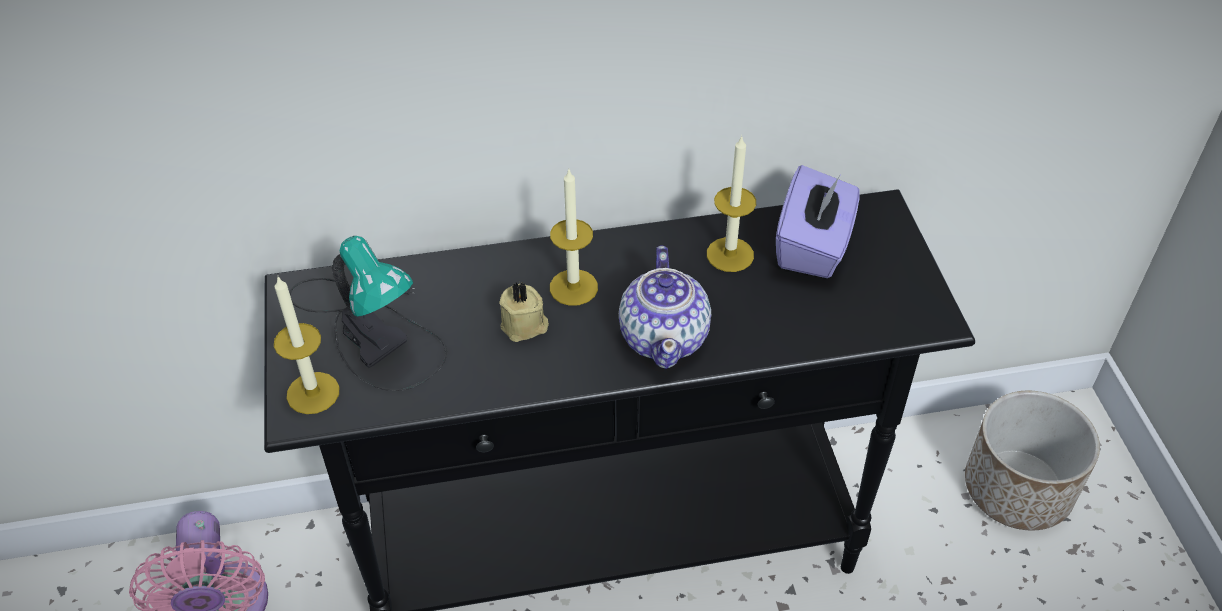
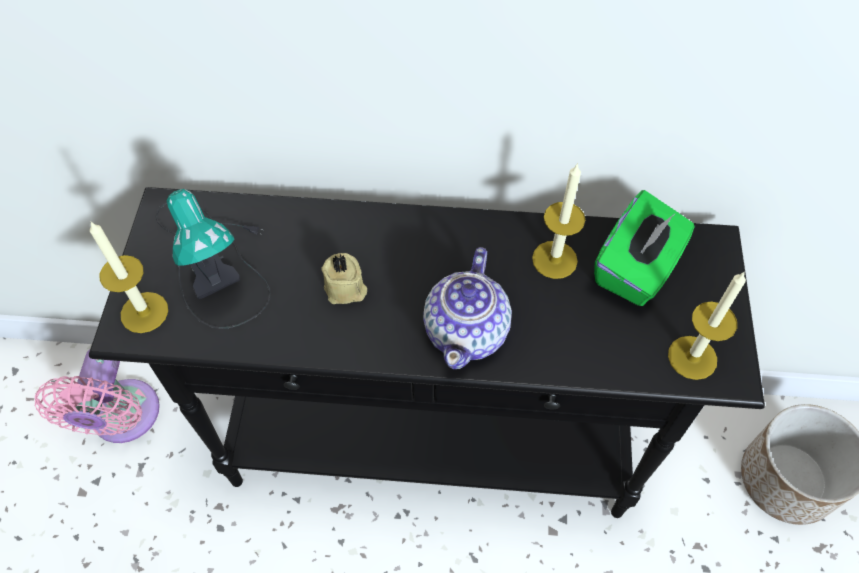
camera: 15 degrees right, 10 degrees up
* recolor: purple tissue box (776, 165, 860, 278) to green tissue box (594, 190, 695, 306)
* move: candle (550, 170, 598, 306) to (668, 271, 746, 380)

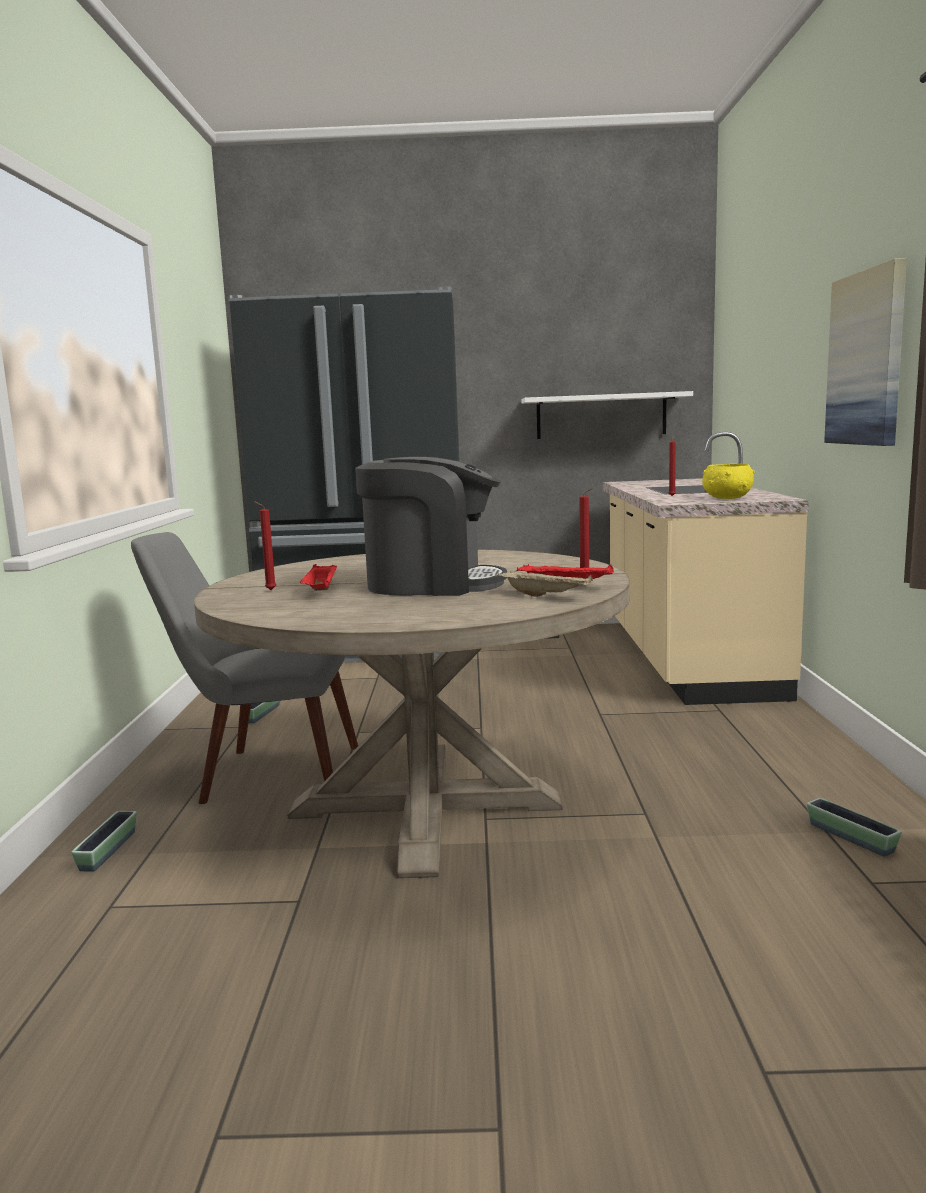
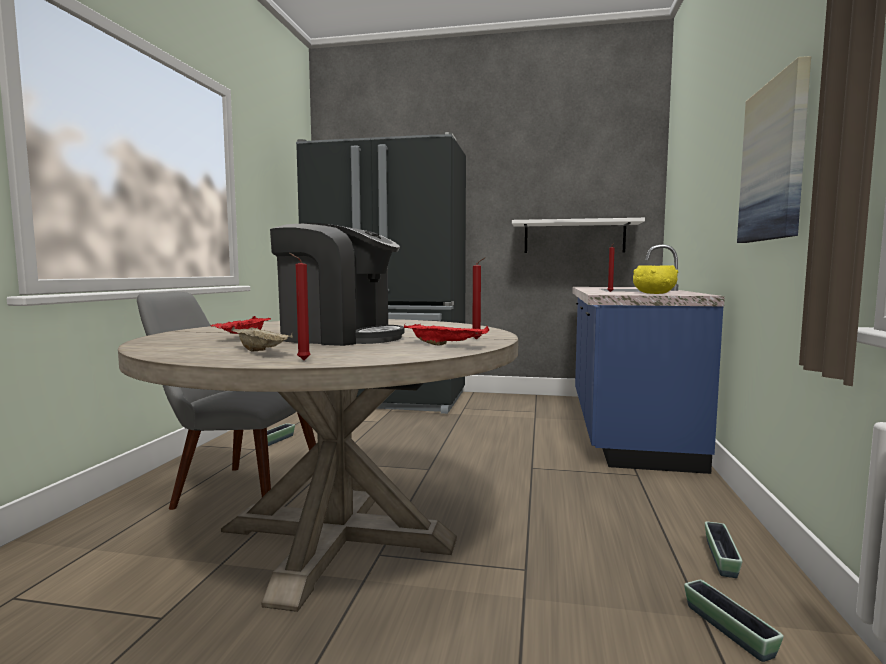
camera: 10 degrees right, 5 degrees down
* recolor: beige counter (603, 432, 809, 705) to blue counter (572, 245, 725, 474)
* move: red candle (254, 501, 276, 590) to (289, 253, 311, 360)
* move: beige tray (498, 570, 593, 597) to (231, 327, 293, 352)
* move: planter (71, 811, 137, 872) to (705, 521, 742, 578)

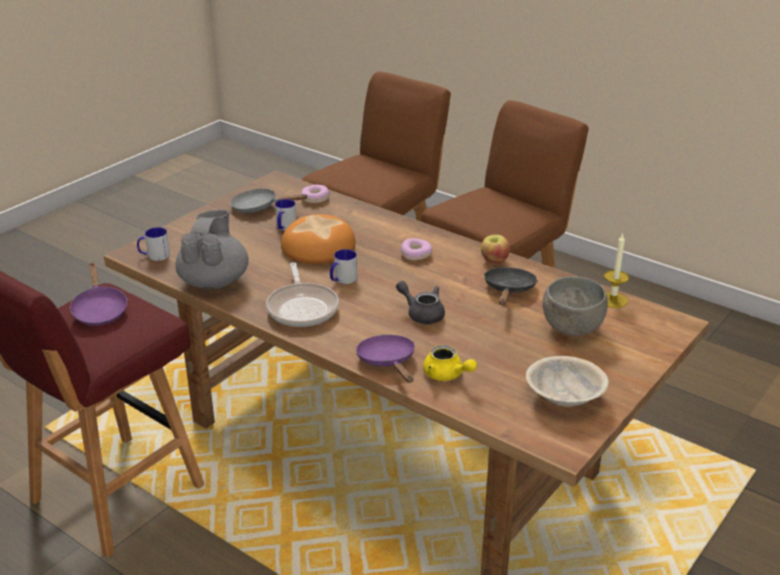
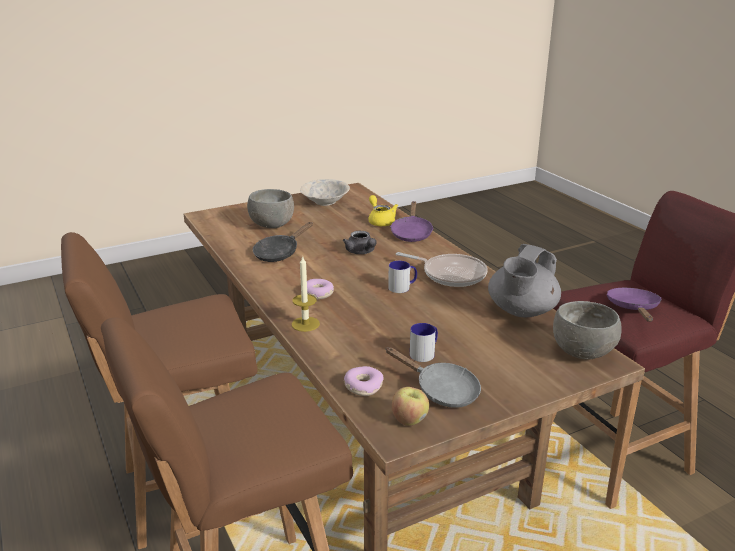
camera: 155 degrees left, 5 degrees down
* delete: bread (281, 214, 356, 264)
* replace: mug (137, 227, 170, 261) to grey bowl (553, 301, 622, 359)
* move: candle (604, 233, 629, 308) to (292, 255, 320, 332)
* move: apple (481, 235, 510, 264) to (392, 387, 429, 426)
* rotate: frying pan (266, 262, 339, 327) = (396, 252, 488, 287) 105 degrees clockwise

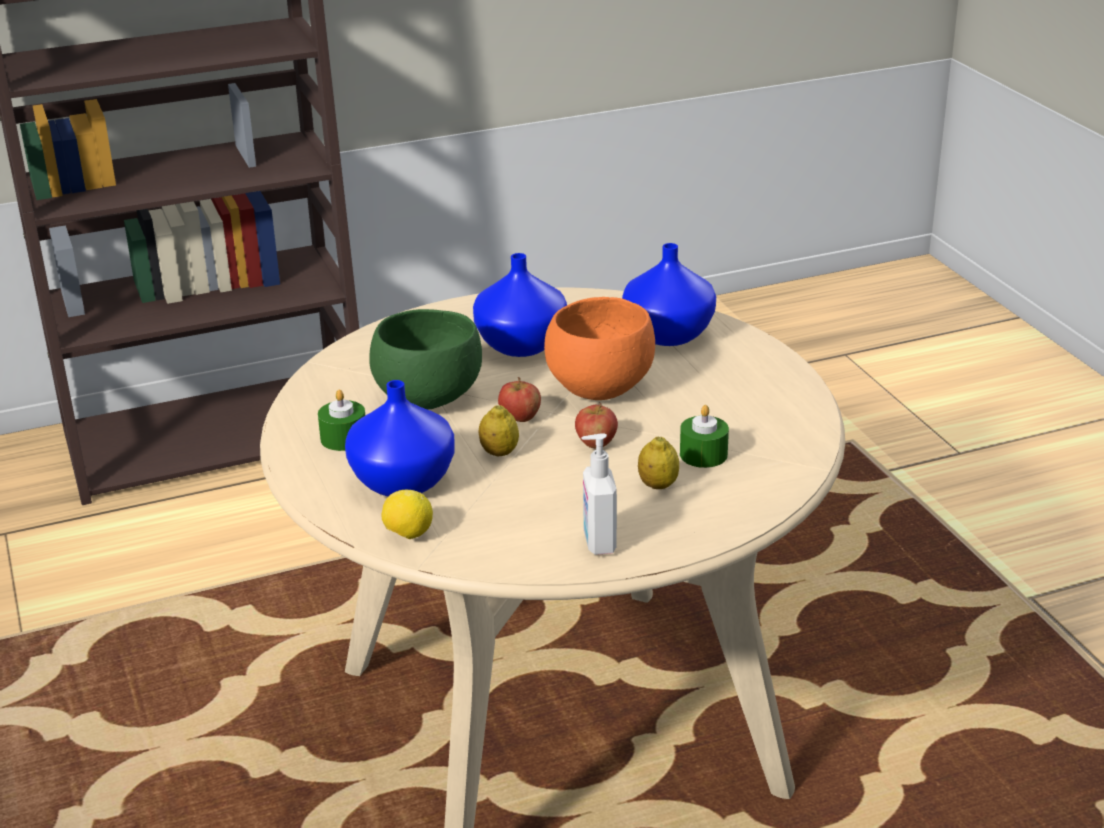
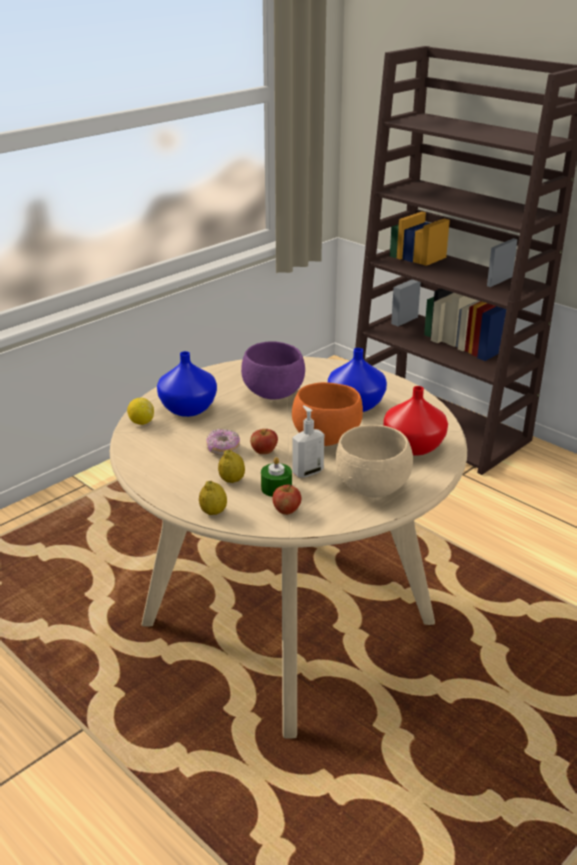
camera: 65 degrees right, 0 degrees up
* recolor: blue vase (622, 243, 716, 346) to red vase (383, 386, 448, 456)
* recolor: green bowl (369, 309, 482, 410) to purple bowl (241, 341, 305, 400)
* move: apple (498, 377, 541, 422) to (272, 485, 301, 515)
* delete: green candle (318, 390, 365, 451)
* move: lemon (478, 405, 519, 456) to (199, 481, 227, 515)
* move: soap dispenser (581, 433, 617, 555) to (293, 405, 324, 478)
* insert: beige bowl (336, 425, 413, 498)
* insert: donut (206, 429, 240, 456)

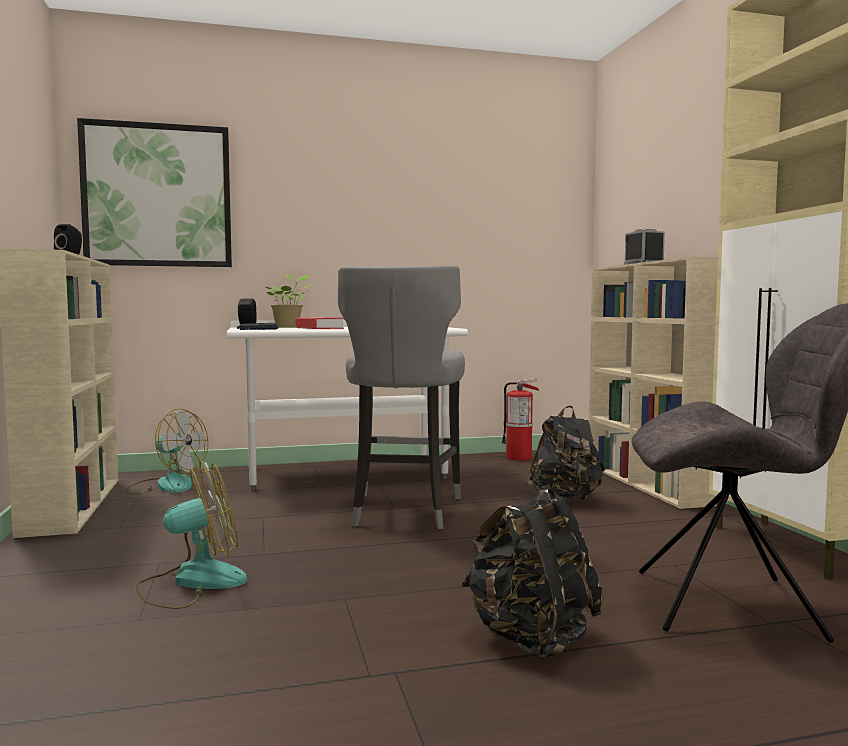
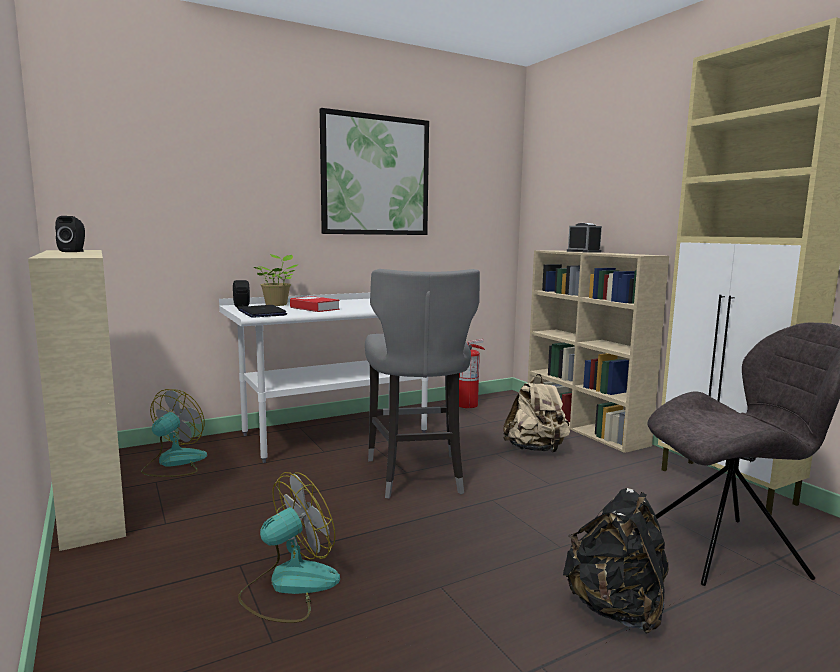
camera: 15 degrees left, 5 degrees up
* move: picture (77, 118, 232, 267) to (320, 108, 429, 235)
* recolor: black backpack (526, 406, 605, 501) to beige backpack (503, 374, 570, 453)
* rotate: fan (126, 409, 208, 494) = (141, 389, 207, 477) 75 degrees counterclockwise

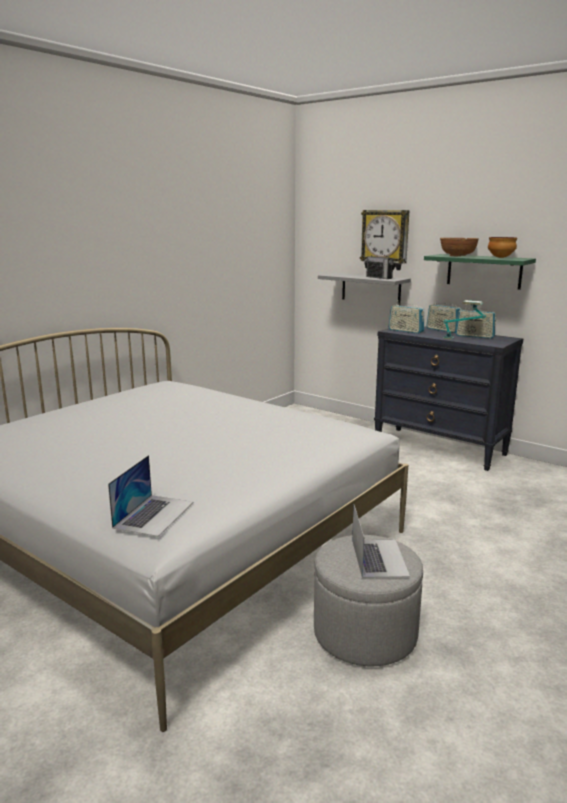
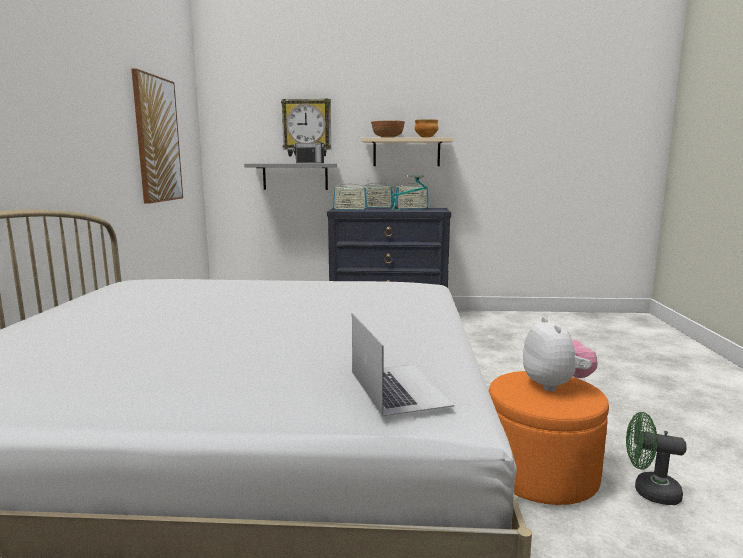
camera: 35 degrees left, 5 degrees down
* recolor: green shelf (424, 254, 536, 290) to beige shelf (361, 137, 454, 166)
* replace: laptop (352, 505, 410, 578) to plush toy (523, 317, 598, 391)
* recolor: grey ottoman (314, 535, 423, 666) to orange ottoman (489, 371, 609, 505)
* insert: picture (131, 69, 183, 204)
* insert: green fan (626, 412, 687, 505)

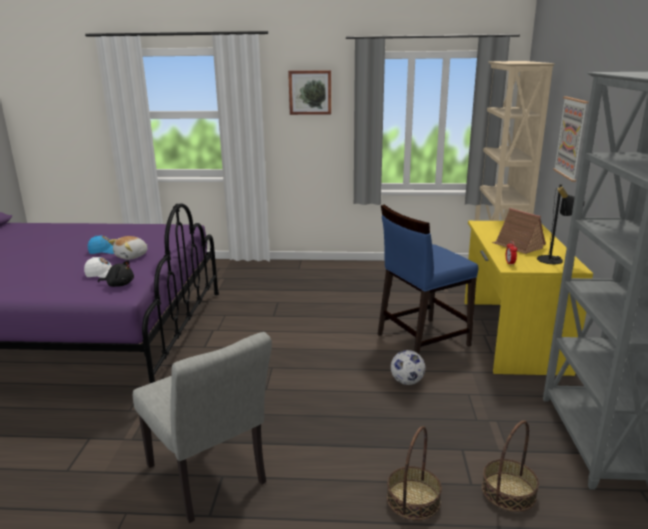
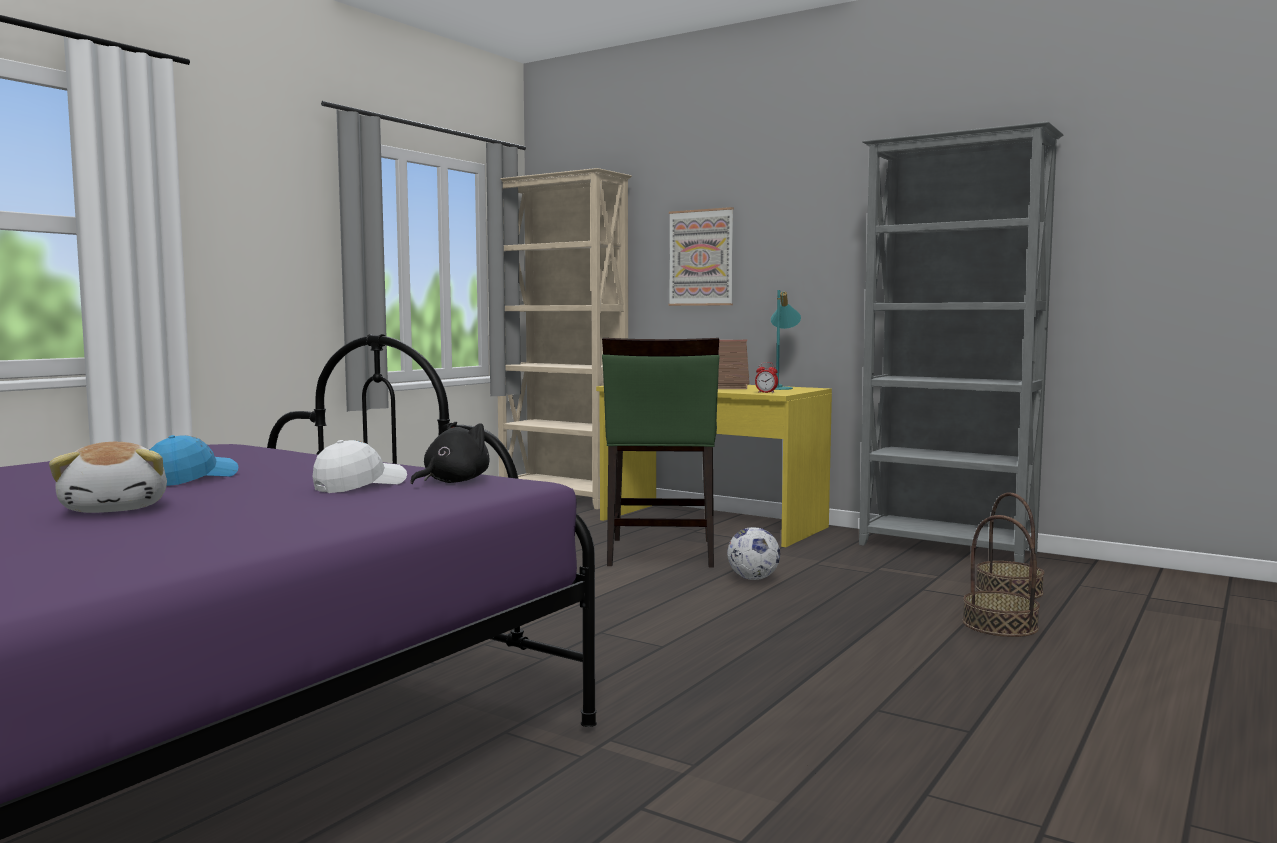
camera: 60 degrees left, 15 degrees down
* delete: picture (288, 70, 331, 115)
* recolor: black table lamp (537, 184, 585, 264) to turquoise table lamp (771, 290, 801, 390)
* recolor: blue chair (378, 204, 478, 354) to green chair (602, 338, 719, 567)
* move: plush toy (108, 236, 148, 260) to (49, 442, 167, 513)
* delete: grey chair (133, 332, 272, 523)

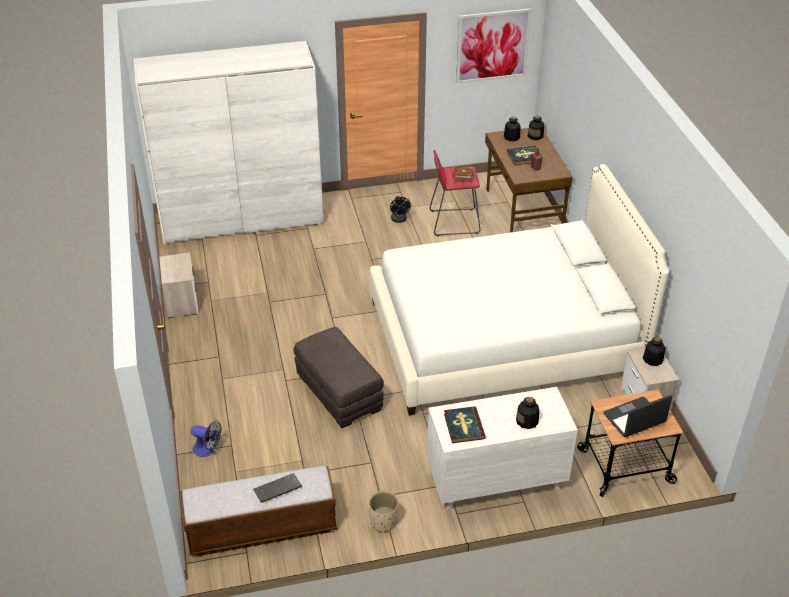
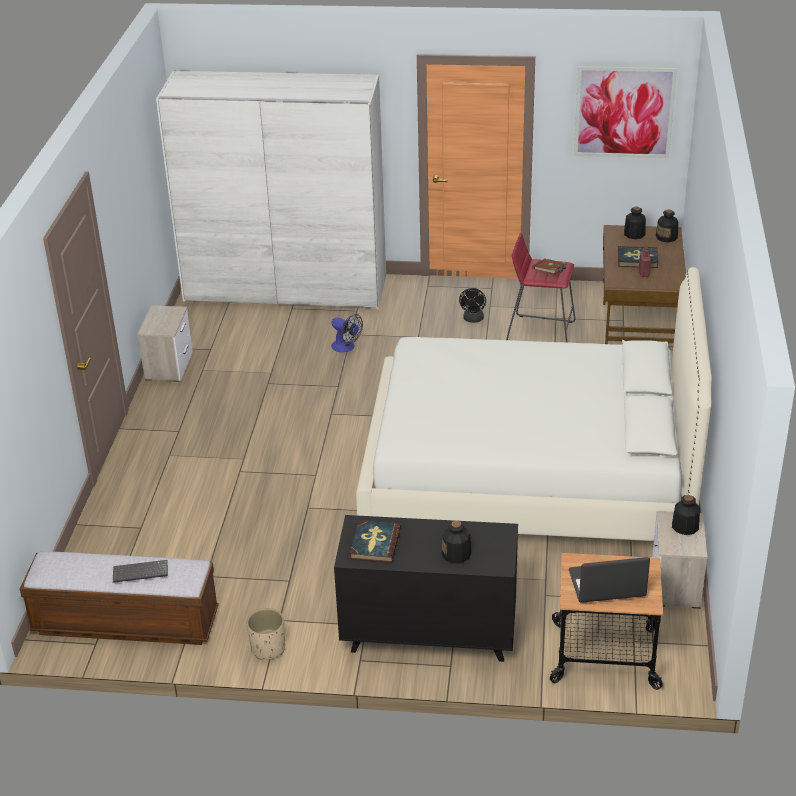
camera: 20 degrees right, 5 degrees down
* delete: grey ottoman (294, 327, 384, 428)
* recolor: white dresser (427, 387, 578, 509) to black dresser (334, 515, 518, 662)
* move: fan (191, 420, 222, 457) to (331, 314, 363, 353)

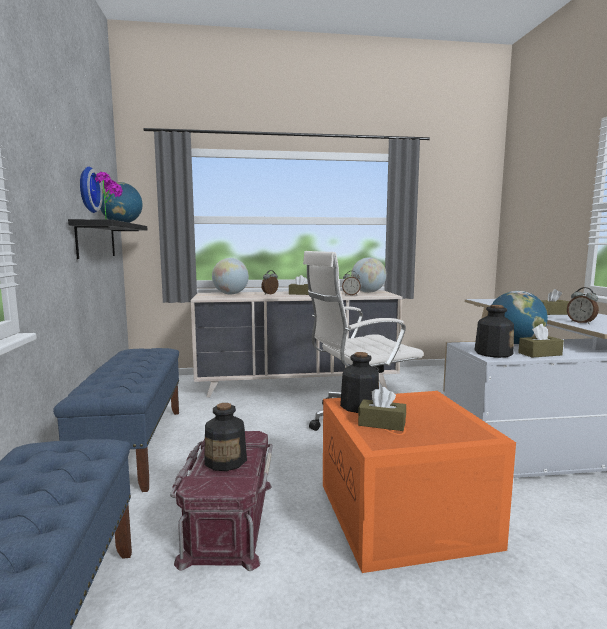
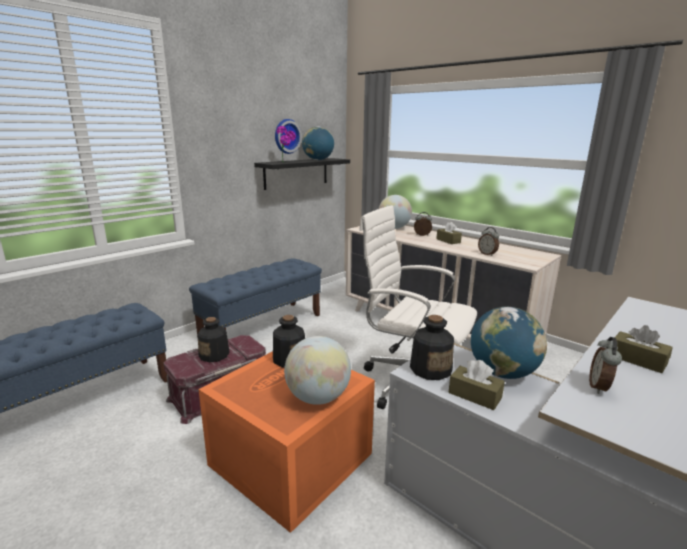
camera: 50 degrees right, 10 degrees up
* move: globe (351, 257, 386, 293) to (284, 336, 351, 405)
* delete: brown tissue box (358, 387, 406, 431)

